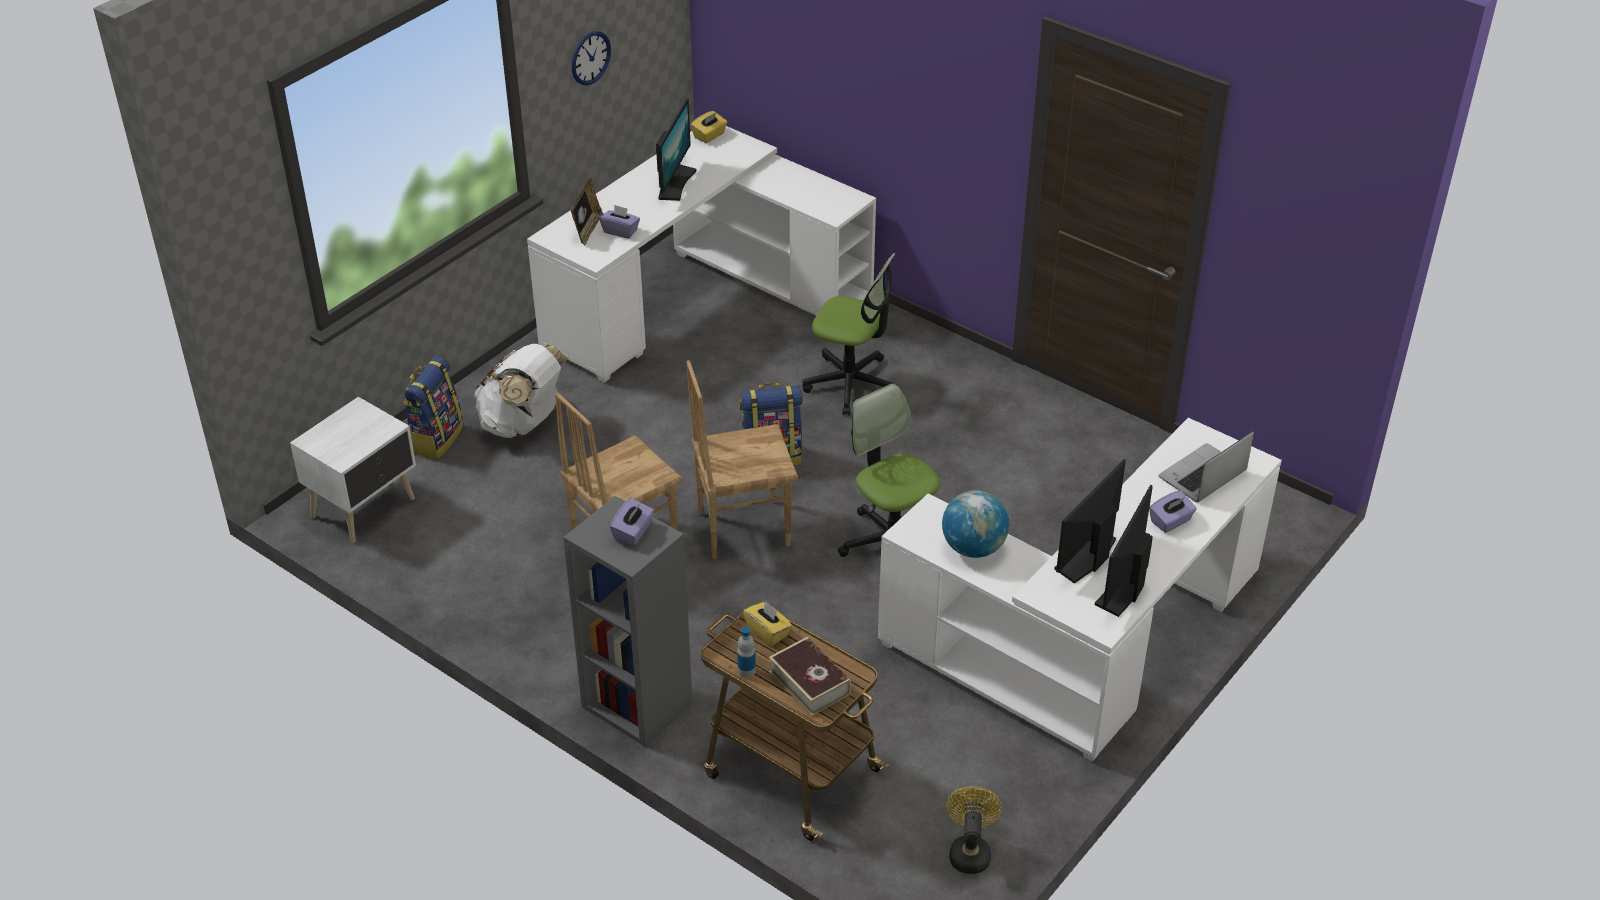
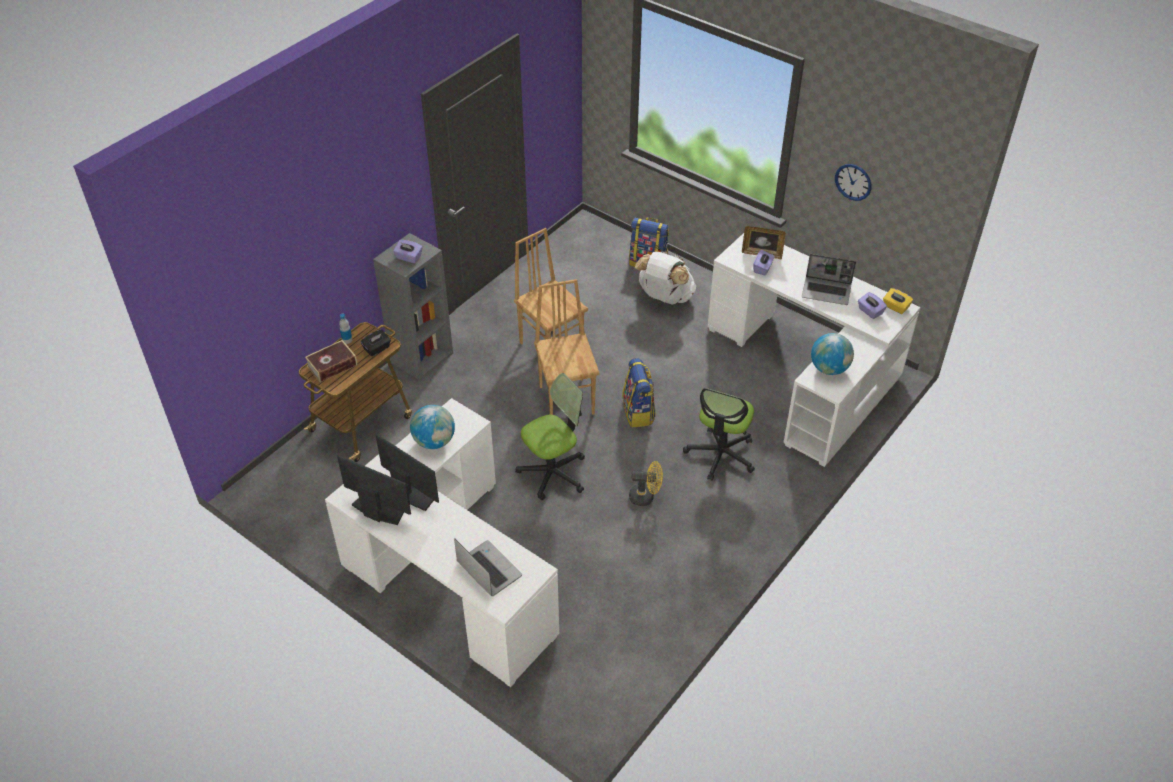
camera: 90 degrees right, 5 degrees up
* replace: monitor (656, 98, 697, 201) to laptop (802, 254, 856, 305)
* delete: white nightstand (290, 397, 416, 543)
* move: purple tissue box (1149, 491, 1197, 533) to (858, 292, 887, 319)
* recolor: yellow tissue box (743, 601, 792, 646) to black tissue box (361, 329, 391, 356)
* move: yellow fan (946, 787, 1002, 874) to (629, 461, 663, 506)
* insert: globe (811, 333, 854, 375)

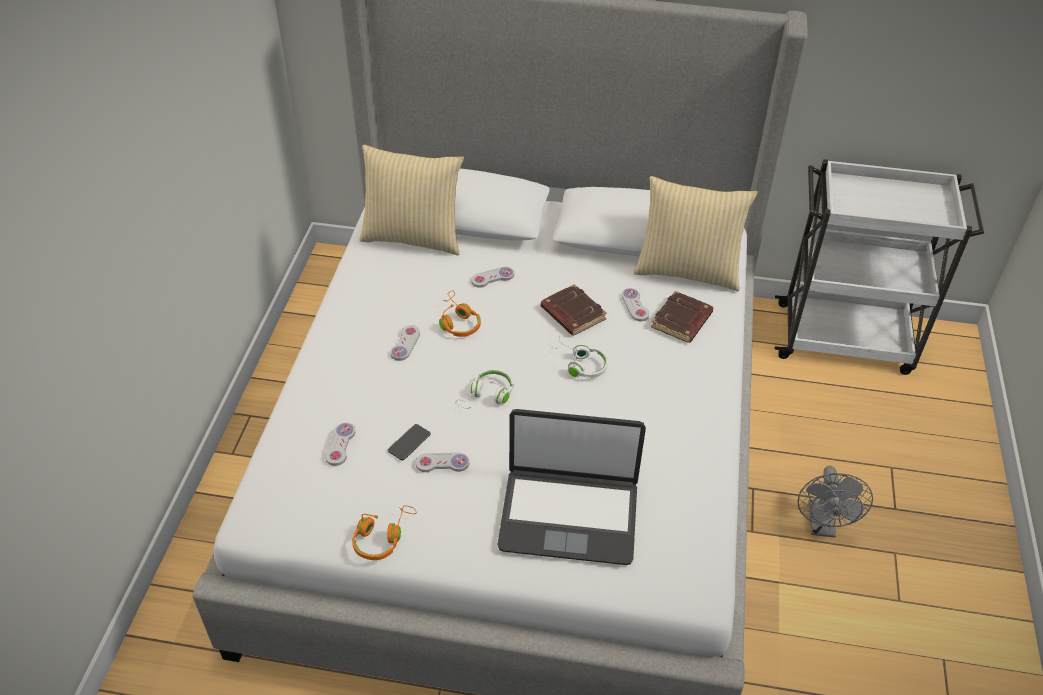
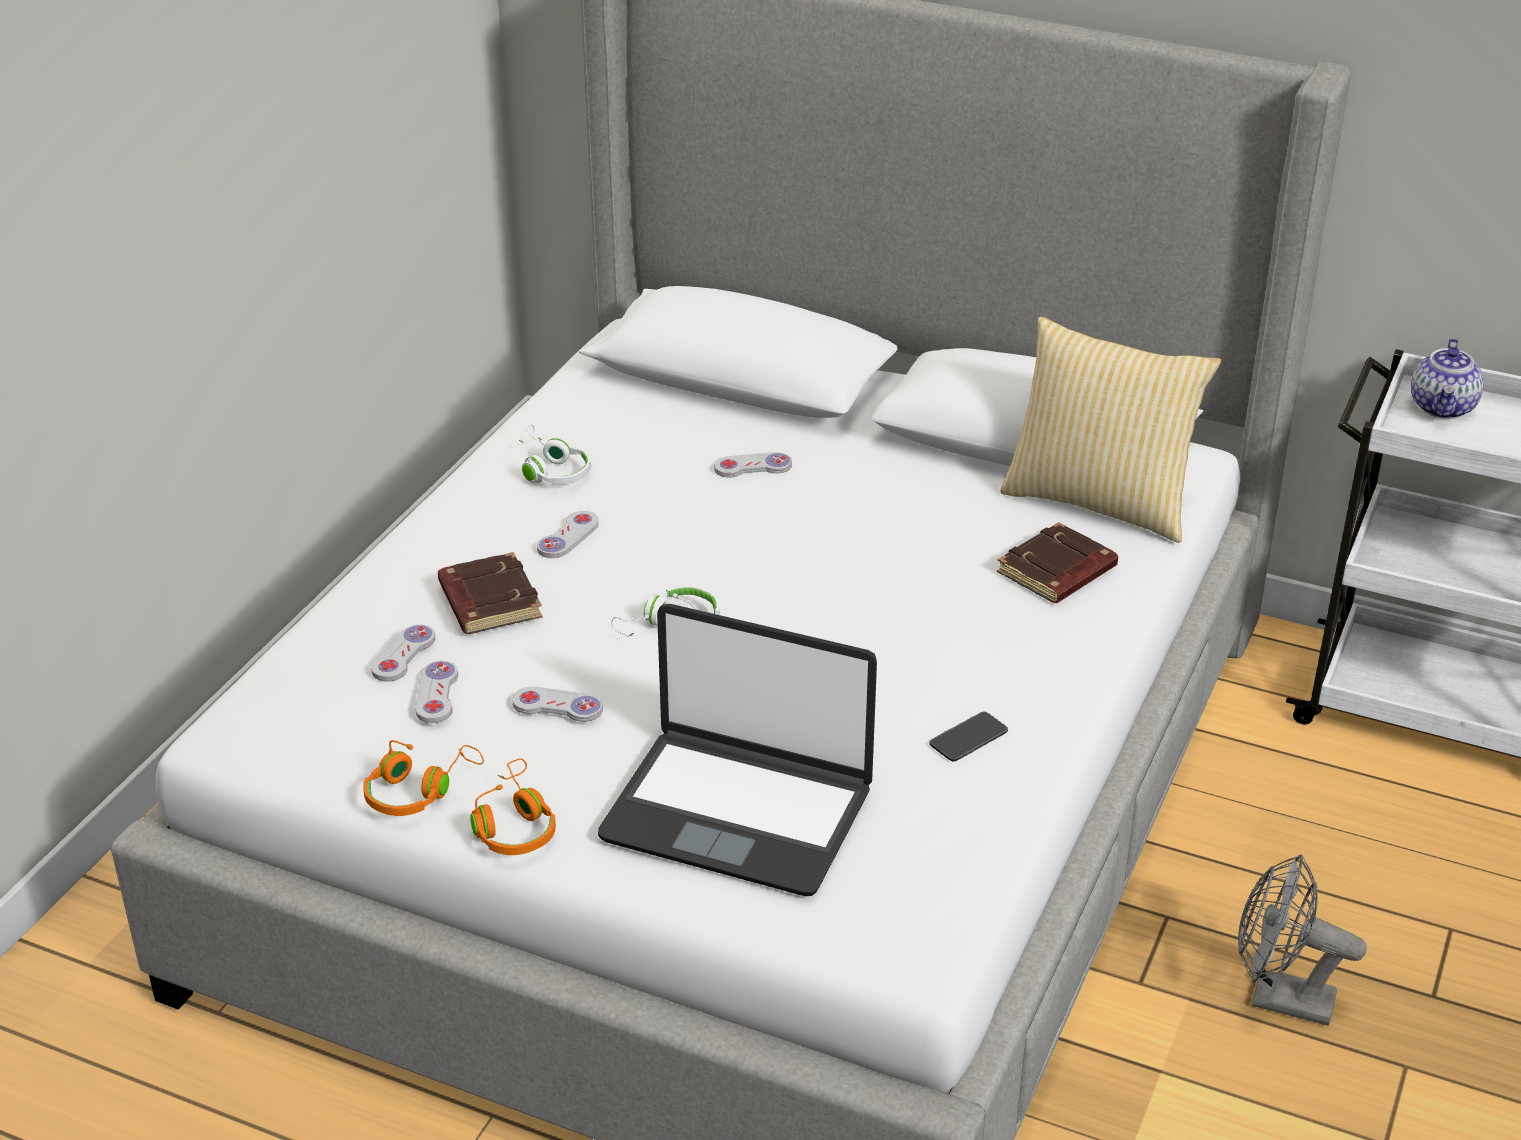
camera: 15 degrees right, 10 degrees down
* delete: pillow (359, 144, 464, 255)
* move: brown book (541, 284, 607, 336) to (438, 552, 542, 634)
* move: white game controller (622, 288, 649, 321) to (415, 661, 458, 723)
* move: orange headphones (439, 290, 481, 337) to (470, 758, 556, 855)
* move: white headphones (556, 335, 608, 378) to (519, 424, 591, 485)
* move: phone (388, 424, 431, 460) to (929, 712, 1008, 761)
* rotate: grey fan (798, 466, 873, 537) = (1238, 855, 1367, 1026) 90 degrees clockwise
* insert: teapot (1411, 338, 1484, 419)

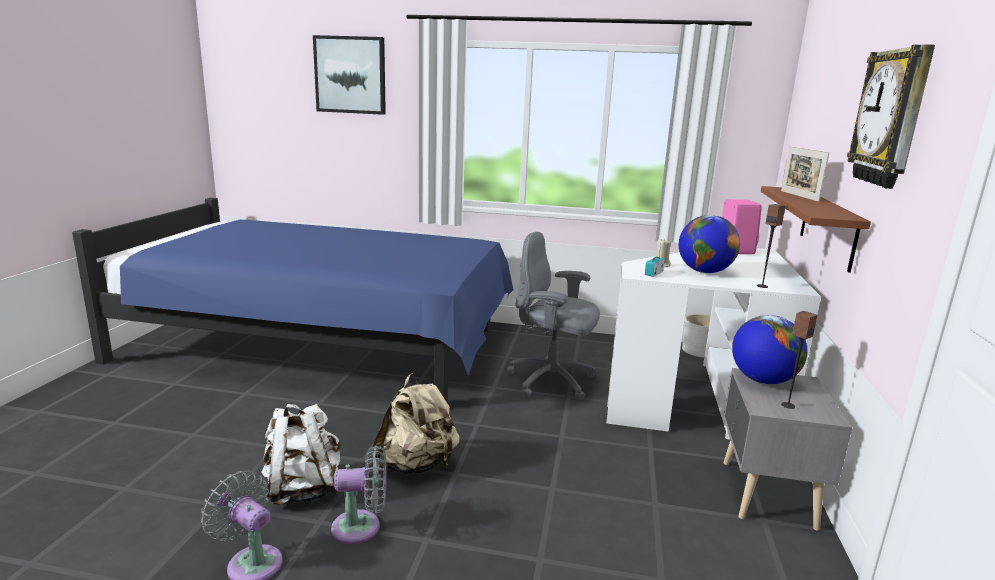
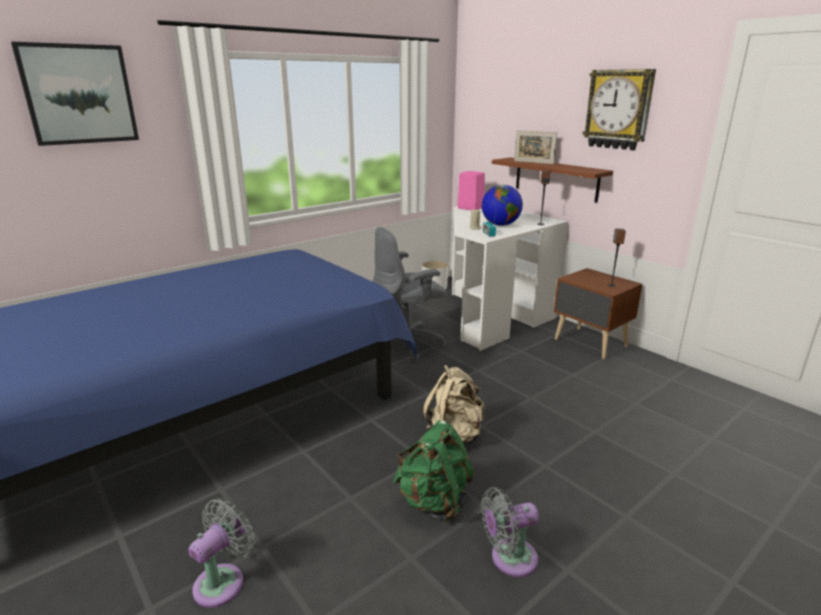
camera: 50 degrees left, 5 degrees up
* delete: globe (732, 315, 808, 384)
* recolor: grey nightstand (723, 368, 853, 531) to brown nightstand (554, 268, 642, 360)
* recolor: white backpack (261, 404, 341, 505) to green backpack (392, 420, 475, 523)
* move: grey fan (331, 446, 387, 544) to (188, 498, 255, 608)

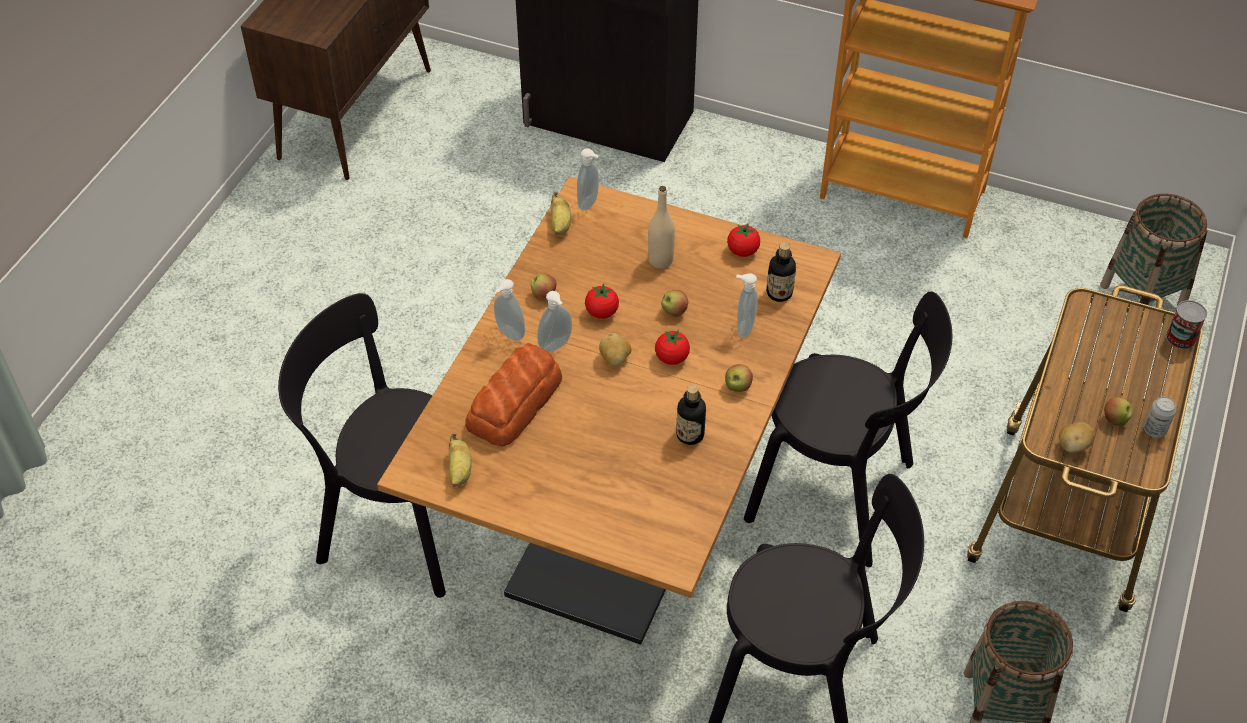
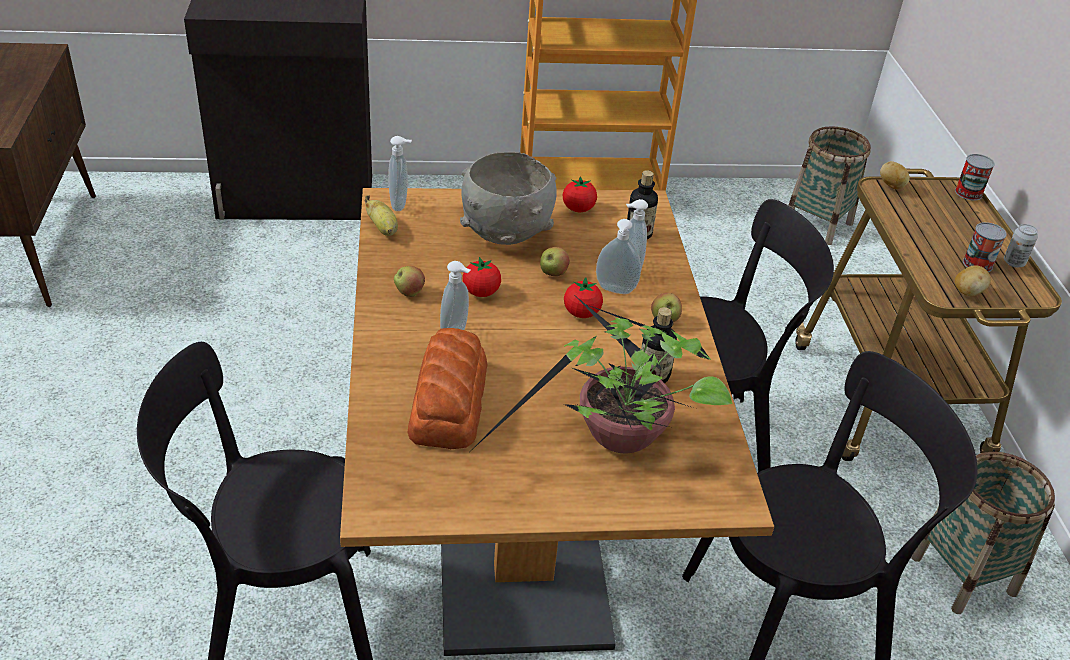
camera: 30 degrees left, 10 degrees down
* replace: beige bottle (648, 186, 675, 269) to grey bowl (460, 152, 557, 245)
* move: soap dispenser (494, 279, 525, 341) to (596, 219, 641, 294)
* move: potato (599, 333, 631, 366) to (880, 161, 910, 189)
* replace: apple (1104, 397, 1133, 426) to can (963, 222, 1007, 272)
* delete: banana (449, 433, 472, 487)
* insert: potted plant (474, 297, 732, 454)

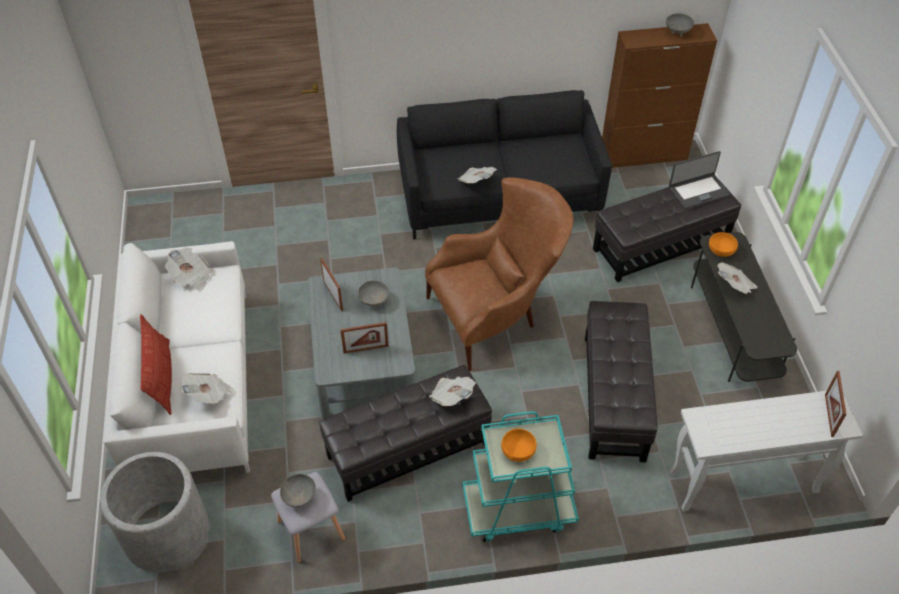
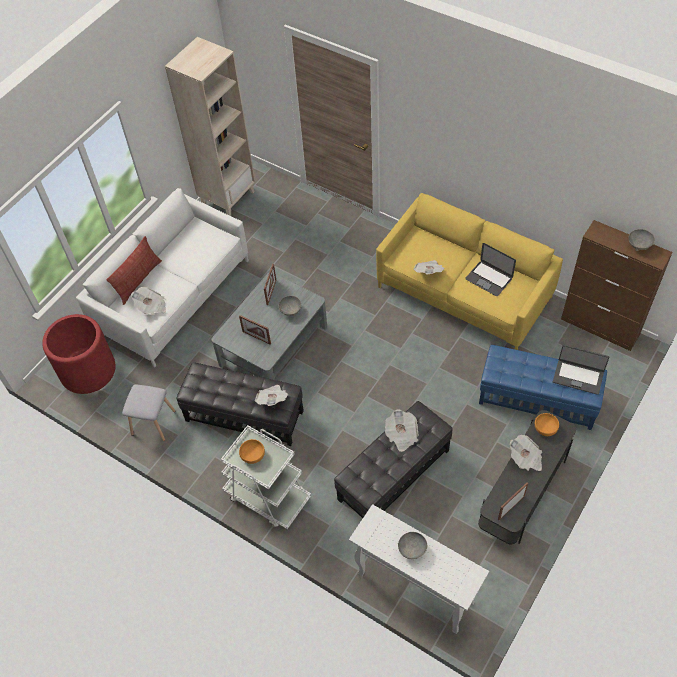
camera: 45 degrees right, 5 degrees up
* recolor: black sofa (397, 90, 612, 240) to yellow sofa (376, 193, 563, 350)
* delete: brown armchair (425, 177, 574, 371)
* recolor: black ottoman (593, 180, 741, 282) to blue ottoman (479, 345, 607, 430)
* move: newspaper (165, 248, 212, 291) to (385, 409, 418, 452)
* move: picture frame (825, 371, 847, 437) to (498, 482, 528, 520)
* recolor: turquoise cart (463, 411, 579, 542) to white cart (221, 425, 311, 529)
* recolor: grey planter (100, 452, 209, 573) to red planter (42, 314, 116, 394)
* move: grey bowl (280, 474, 316, 507) to (398, 532, 427, 559)
* insert: beige bookcase (165, 37, 255, 216)
* insert: laptop (465, 243, 516, 296)

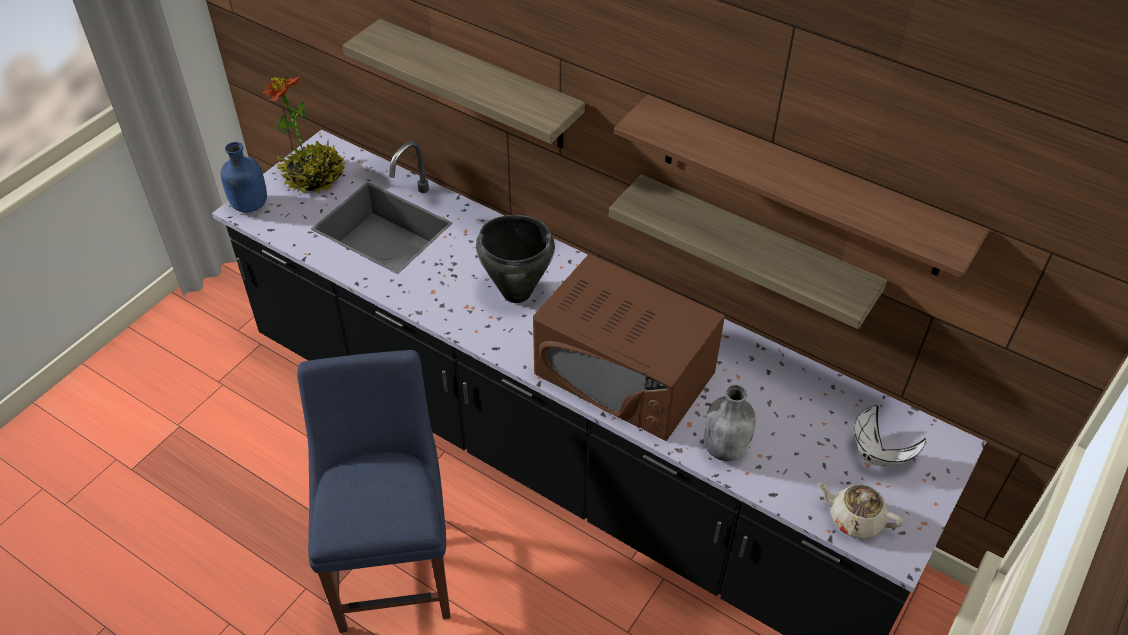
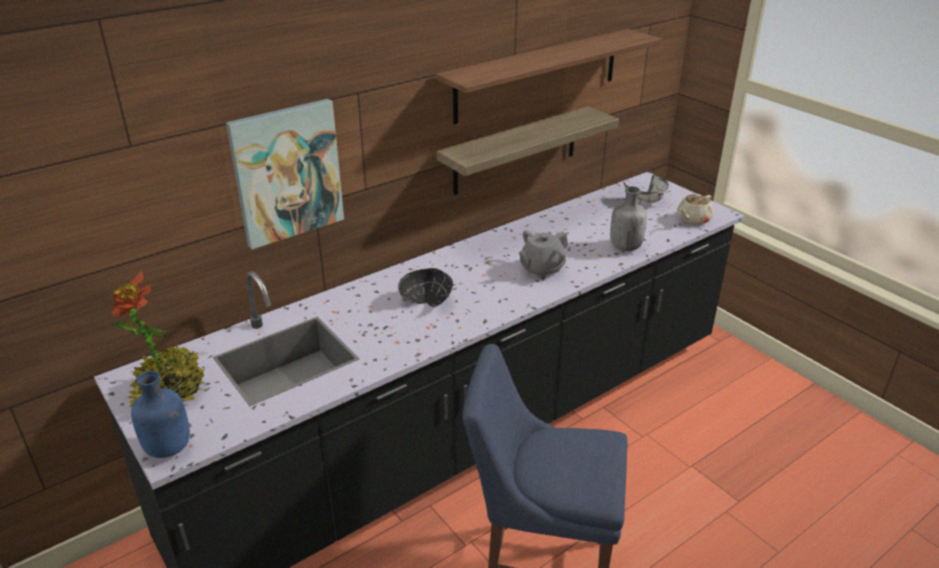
camera: 70 degrees left, 15 degrees down
* replace: shelf (343, 19, 585, 148) to picture (226, 99, 344, 249)
* replace: black cooking pot (476, 215, 555, 303) to black bowl (398, 268, 453, 307)
* replace: brown microwave (533, 254, 725, 441) to grey teapot (519, 230, 568, 279)

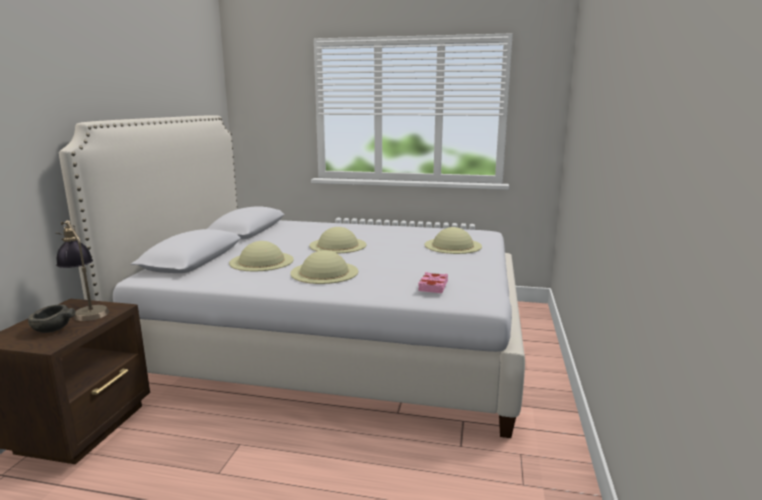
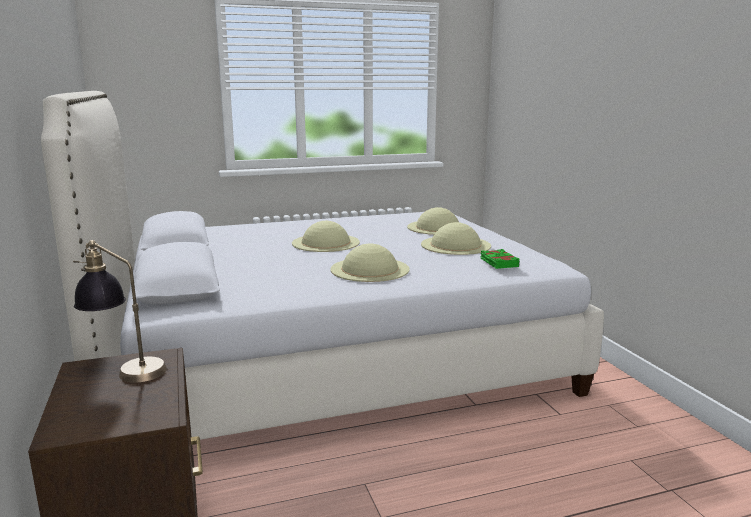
camera: 30 degrees left, 0 degrees up
* move: beige hat (229, 241, 294, 271) to (421, 222, 491, 255)
* recolor: pink book (418, 272, 448, 293) to green book (481, 249, 519, 269)
* delete: grey bowl (28, 305, 76, 333)

